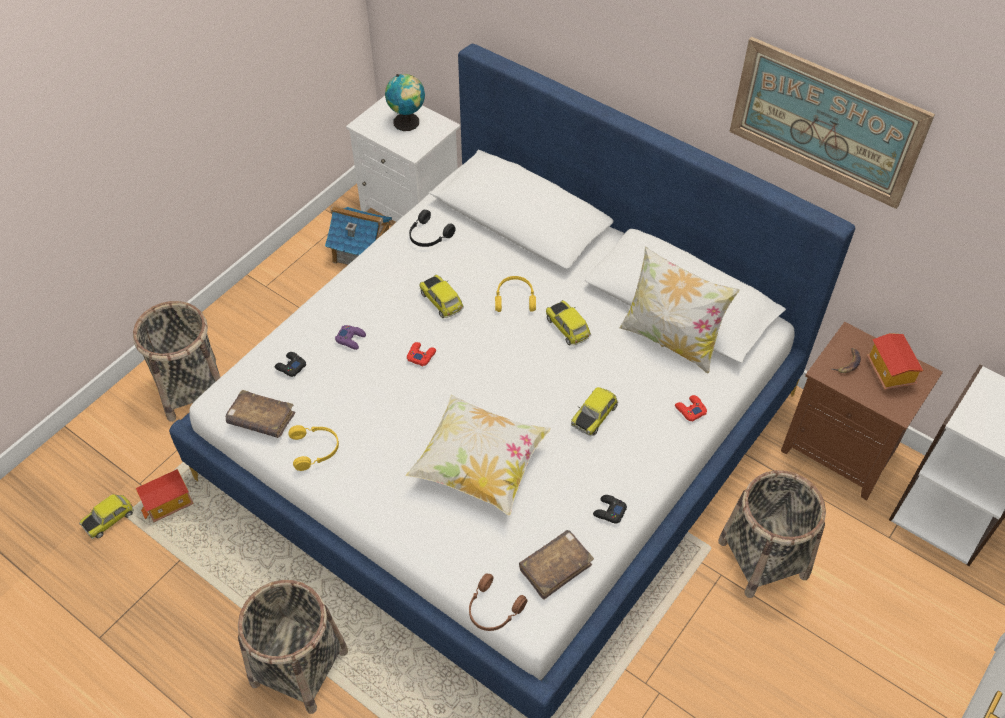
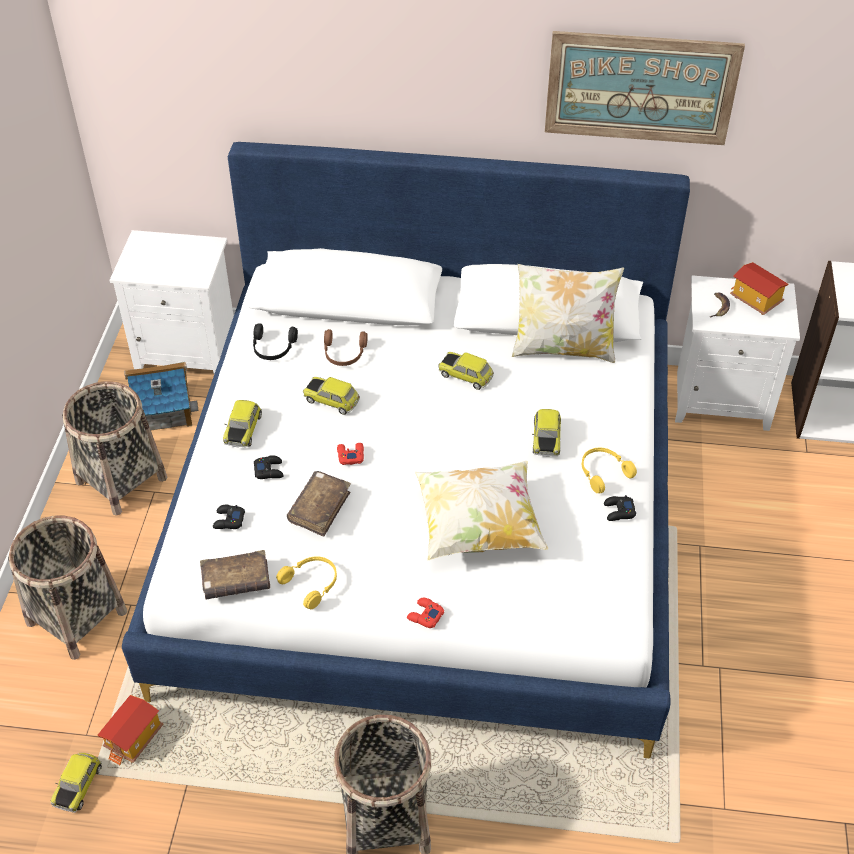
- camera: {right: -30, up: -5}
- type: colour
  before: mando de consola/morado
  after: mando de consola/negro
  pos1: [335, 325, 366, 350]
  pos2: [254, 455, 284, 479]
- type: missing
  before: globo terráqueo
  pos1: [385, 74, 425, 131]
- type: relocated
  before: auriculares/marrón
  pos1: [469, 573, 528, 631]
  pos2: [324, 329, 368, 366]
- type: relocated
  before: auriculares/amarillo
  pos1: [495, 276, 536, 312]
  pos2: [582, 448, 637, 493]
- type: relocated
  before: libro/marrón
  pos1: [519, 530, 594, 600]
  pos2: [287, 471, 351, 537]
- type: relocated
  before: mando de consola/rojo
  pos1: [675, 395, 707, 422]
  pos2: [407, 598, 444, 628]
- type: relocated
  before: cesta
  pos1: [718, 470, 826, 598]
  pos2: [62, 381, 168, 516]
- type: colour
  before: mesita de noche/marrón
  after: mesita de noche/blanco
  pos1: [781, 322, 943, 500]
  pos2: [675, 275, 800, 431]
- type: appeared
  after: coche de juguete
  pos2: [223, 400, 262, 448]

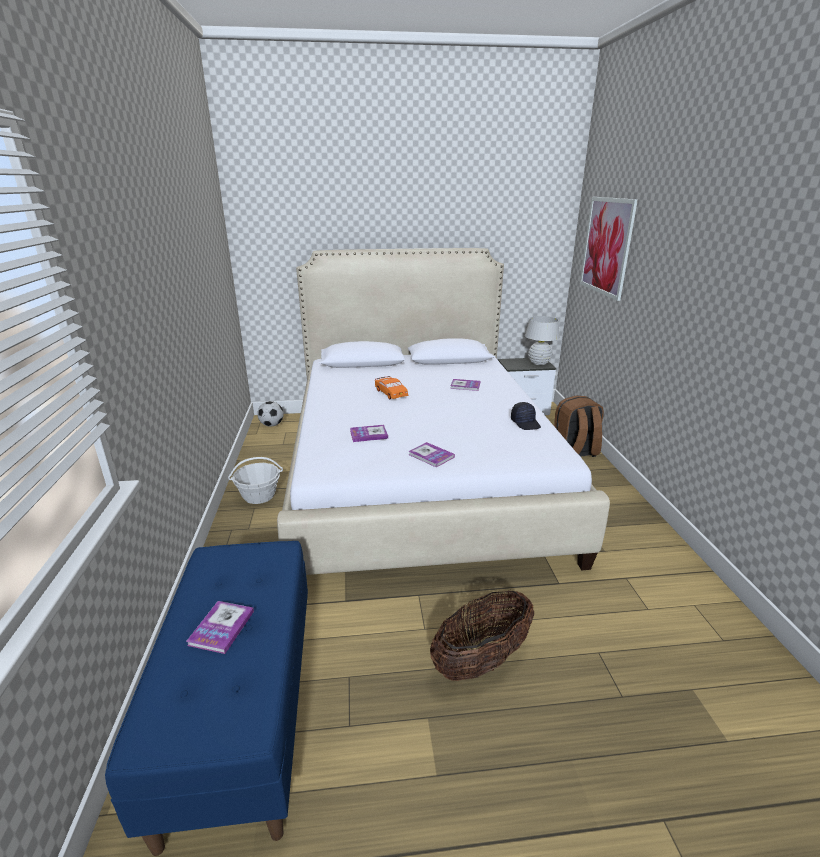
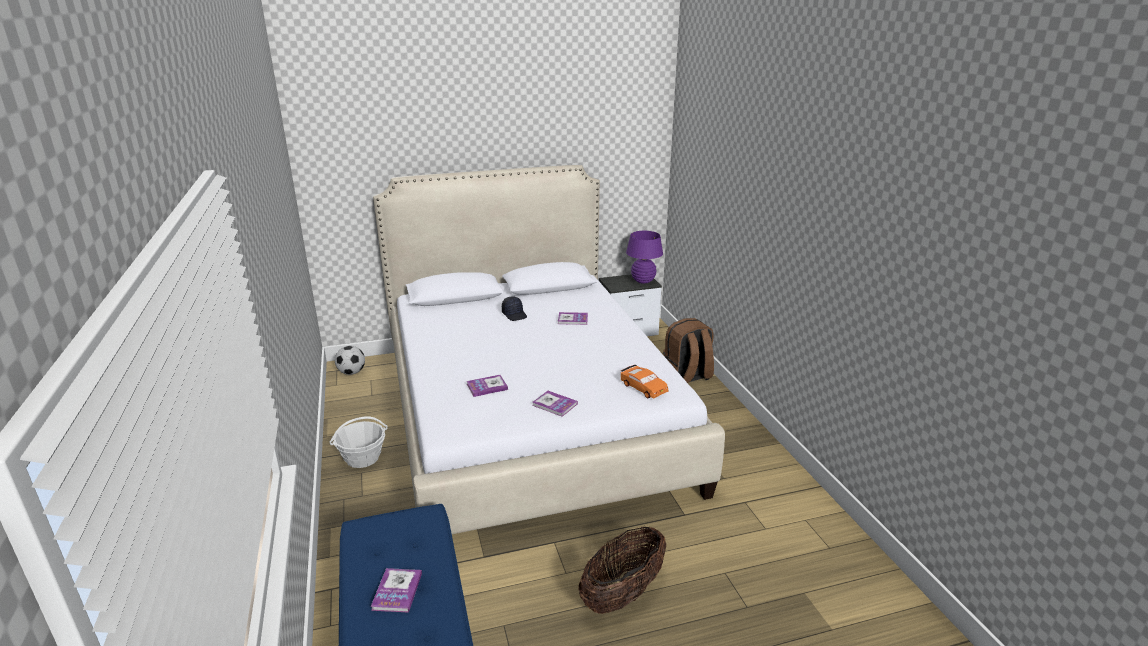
- camera: {right: -10, up: 0}
- type: relocated
  before: coche de juguete/naranja
  pos1: [375, 376, 408, 399]
  pos2: [621, 365, 669, 398]
- type: relocated
  before: gorra/negro
  pos1: [511, 402, 541, 430]
  pos2: [502, 296, 527, 321]
- type: colour
  before: lámpara de mesa/blanco
  after: lámpara de mesa/morado
  pos1: [525, 316, 560, 365]
  pos2: [626, 231, 663, 283]
- type: missing
  before: cuadro
  pos1: [580, 197, 638, 301]

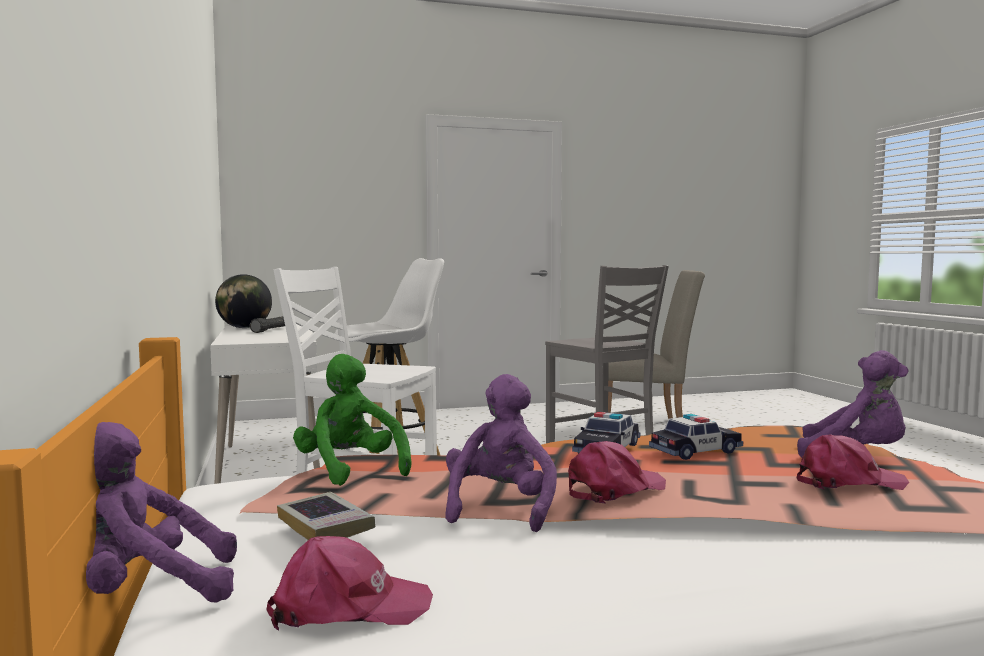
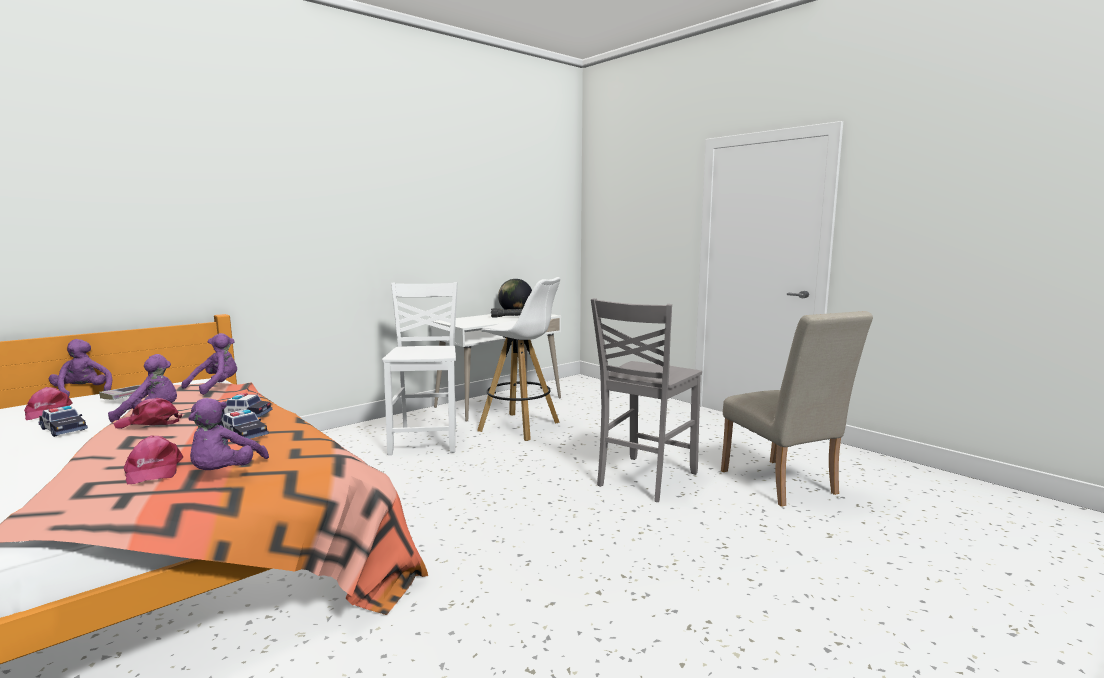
- camera: {right: 65, up: 5}
- type: colour
  before: peluche/verde
  after: peluche/morado
  pos1: [293, 354, 412, 486]
  pos2: [181, 333, 237, 395]
- type: spun
  before: gorra/rosa
  pos1: [568, 441, 666, 504]
  pos2: [114, 398, 182, 429]
  turn: 150
- type: appeared
  after: coche de juguete
  pos2: [38, 405, 88, 437]

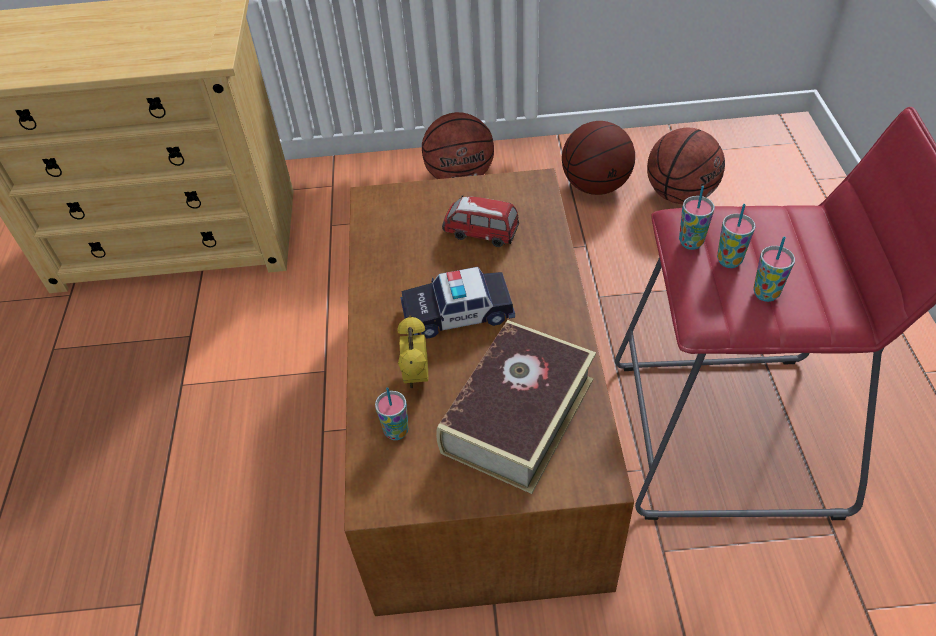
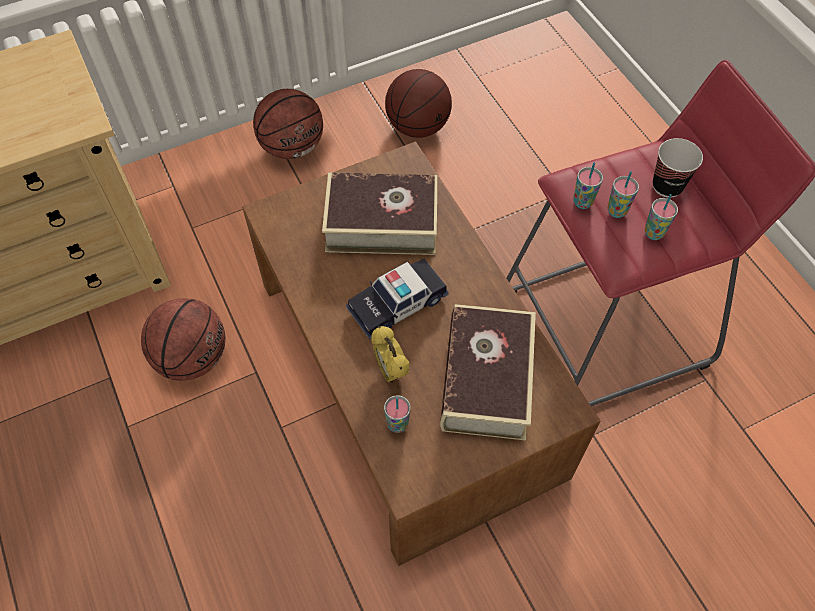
- camera: {right: -25, up: 10}
- type: exchanged
  before: coche de juguete
  after: libro
  pos1: [442, 195, 519, 247]
  pos2: [322, 172, 438, 255]
- type: relocated
  before: balón de baloncesto
  pos1: [647, 128, 725, 204]
  pos2: [141, 298, 226, 381]
- type: appeared
  after: taza
  pos2: [653, 138, 703, 198]

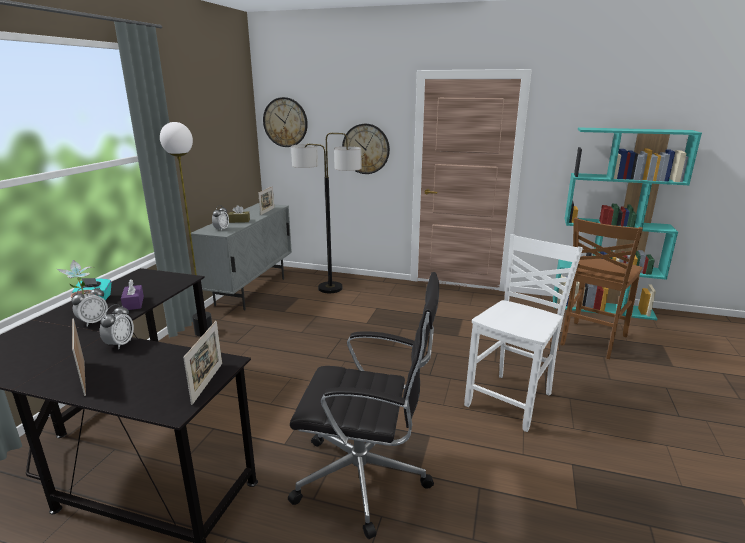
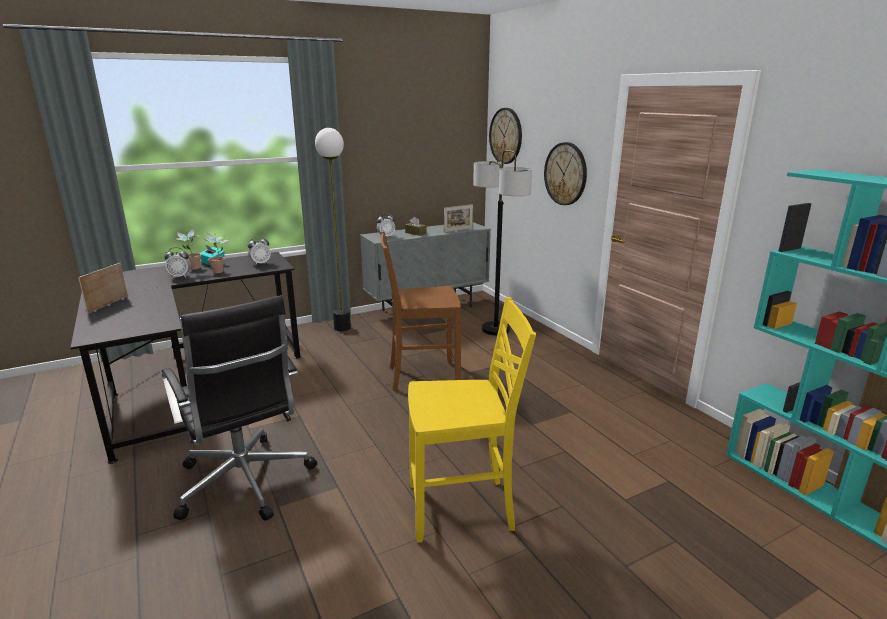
- camera: {right: 45, up: 0}
- type: relocated
  before: despertador
  pos1: [100, 304, 134, 349]
  pos2: [248, 236, 271, 265]
- type: exchanged
  before: caja de pañuelos/morado
  after: planta en maceta
  pos1: [121, 279, 144, 310]
  pos2: [203, 232, 229, 274]
- type: missing
  before: portarretratos
  pos1: [183, 321, 222, 405]
- type: colour
  before: silla/blanco
  after: silla/amarillo
  pos1: [464, 234, 583, 432]
  pos2: [408, 297, 536, 543]
- type: relocated
  before: silla/marrón
  pos1: [560, 218, 643, 359]
  pos2: [380, 232, 461, 391]

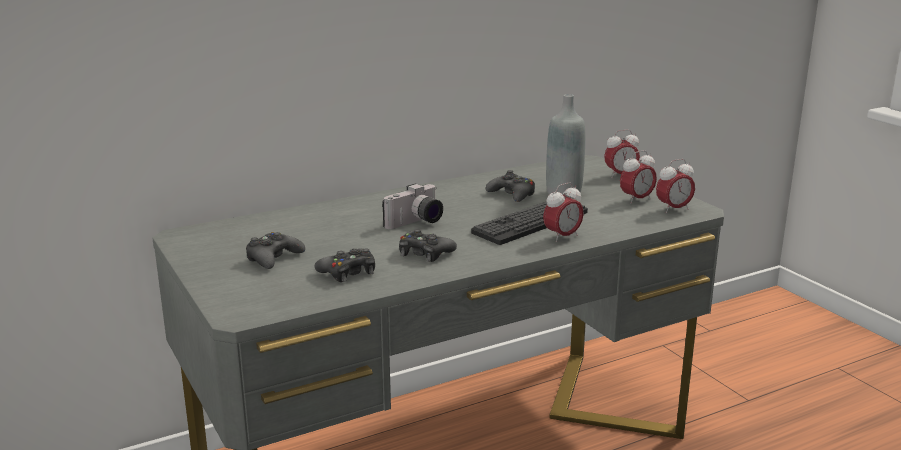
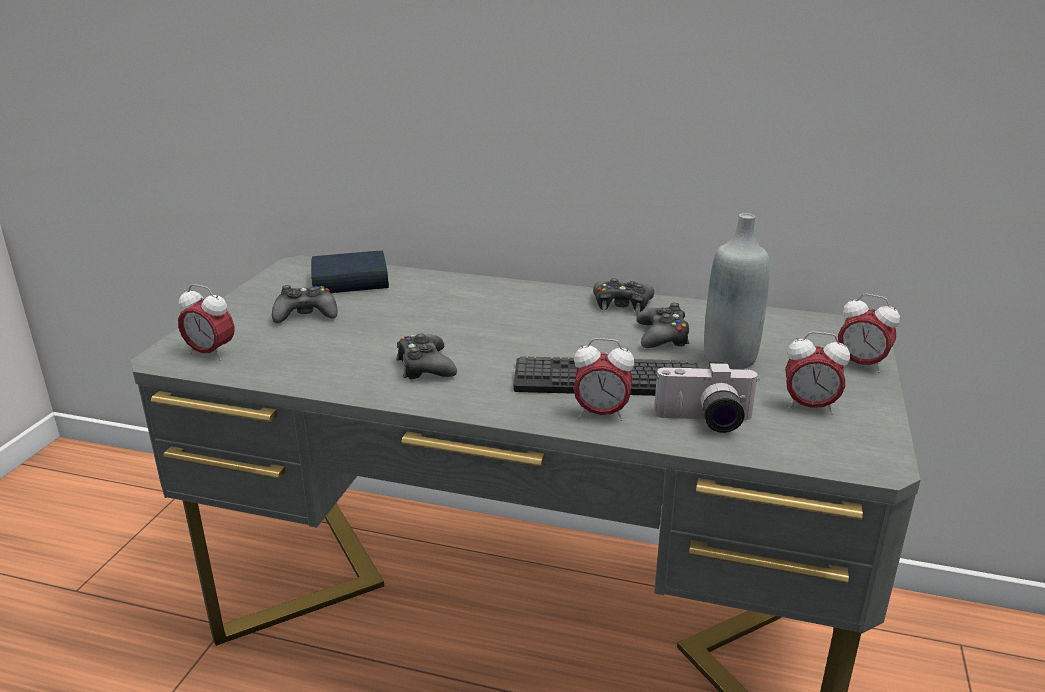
- camera: {right: 45, up: 5}
- type: relocated
  before: mando de consola/negro
  pos1: [315, 248, 375, 282]
  pos2: [593, 278, 654, 313]
- type: relocated
  before: cámara
  pos1: [382, 183, 443, 229]
  pos2: [654, 362, 760, 433]
- type: relocated
  before: despertador
  pos1: [656, 159, 695, 213]
  pos2: [178, 284, 234, 361]
- type: appeared
  after: libro
  pos2: [311, 250, 389, 293]

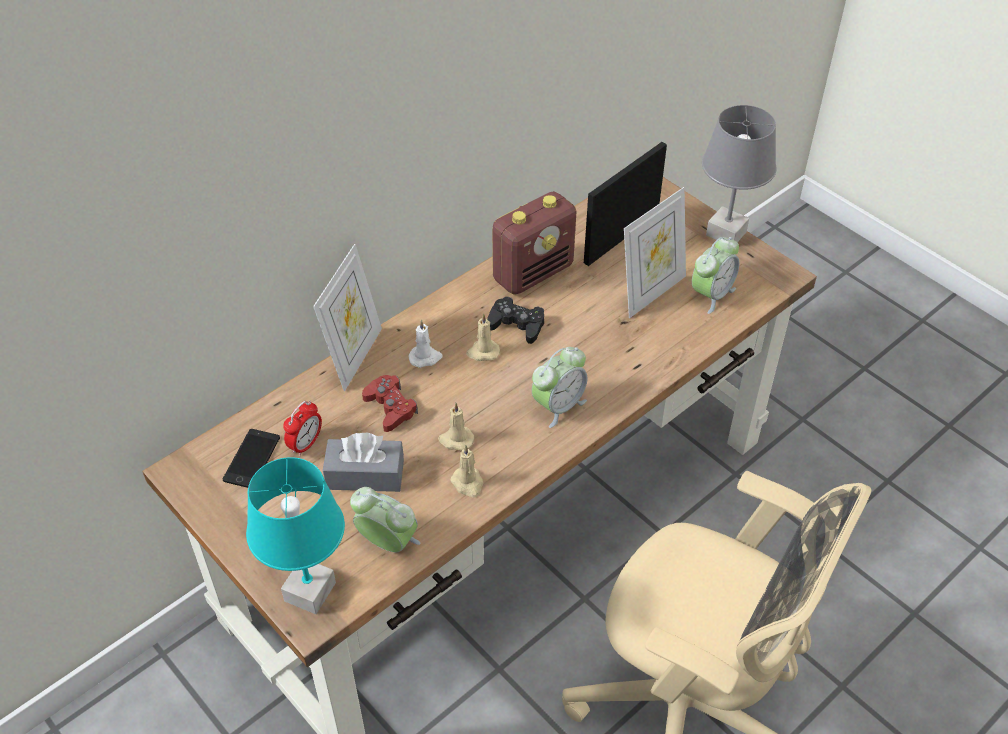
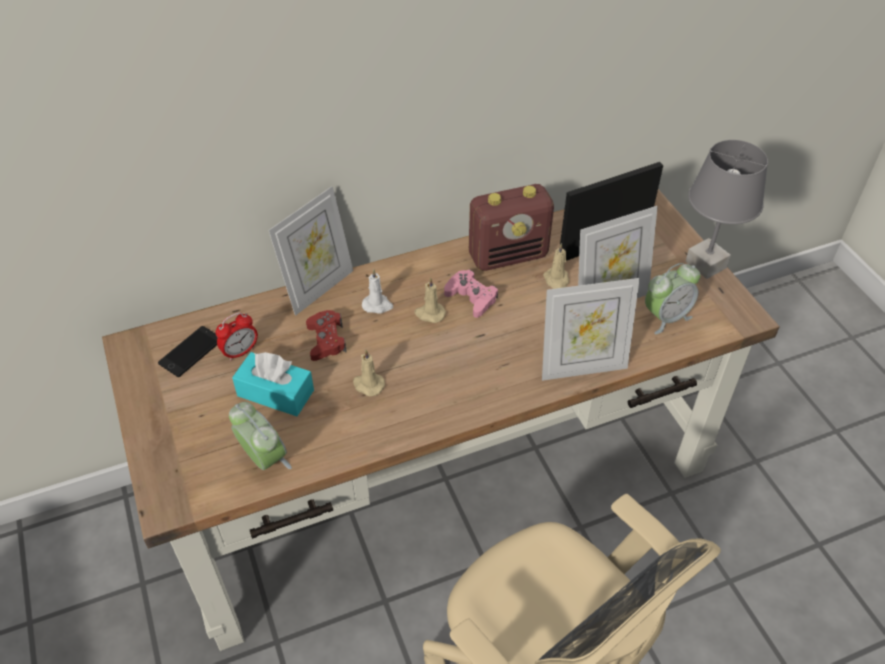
- camera: {right: 20, up: 0}
- type: missing
  before: lámpara de mesa/turquesa
  pos1: [246, 457, 345, 614]
- type: colour
  before: caja de pañuelos/gris
  after: caja de pañuelos/turquesa
  pos1: [323, 433, 404, 492]
  pos2: [232, 352, 314, 416]
- type: relocated
  before: vela/beis
  pos1: [450, 446, 483, 497]
  pos2: [543, 243, 569, 289]
- type: colour
  before: mando de consola/negro
  after: mando de consola/rosa
  pos1: [487, 296, 544, 344]
  pos2: [444, 270, 498, 318]
- type: missing
  before: despertador
  pos1: [532, 347, 587, 428]
- type: appeared
  after: portarretratos
  pos2: [542, 278, 640, 381]

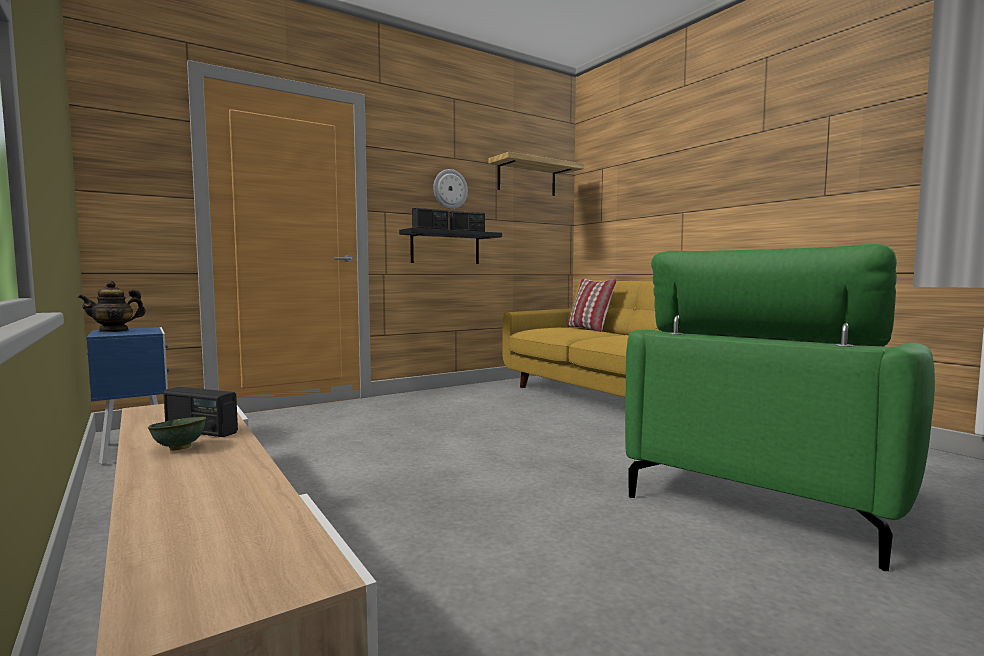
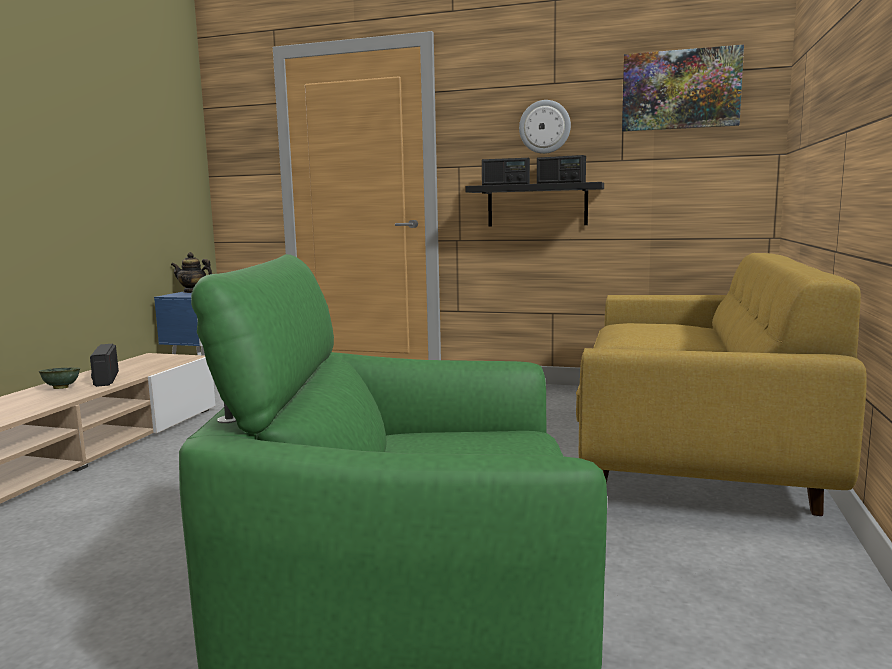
- camera: {right: 50, up: 5}
- type: exchanged
  before: estante
  after: cuadro
  pos1: [488, 152, 584, 196]
  pos2: [622, 45, 744, 132]
- type: missing
  before: cojín
  pos1: [567, 278, 617, 332]

